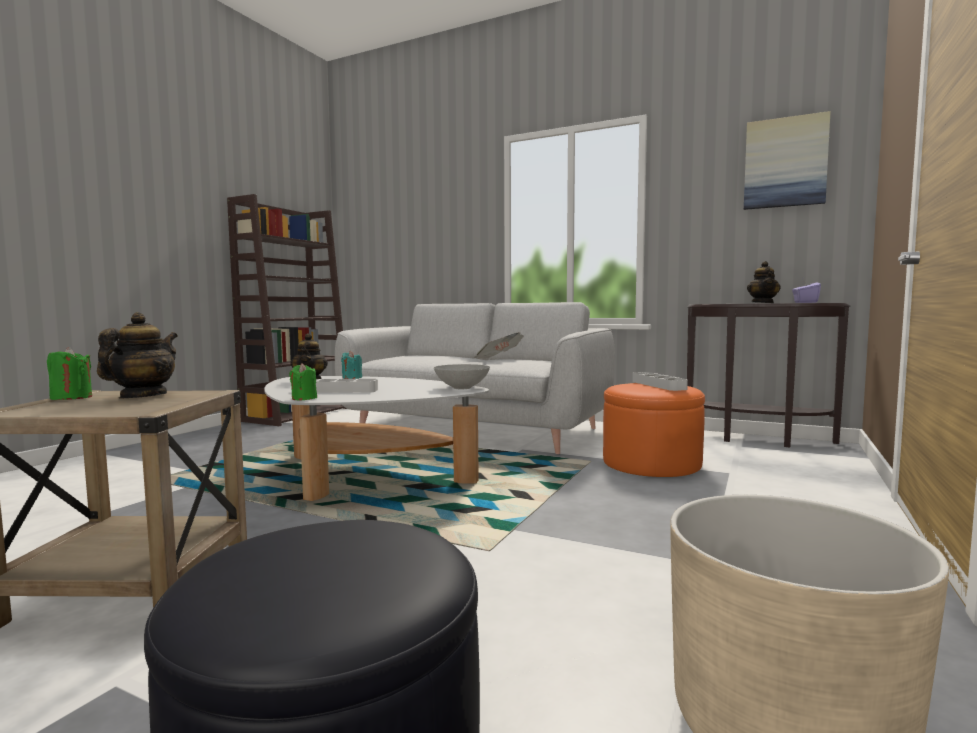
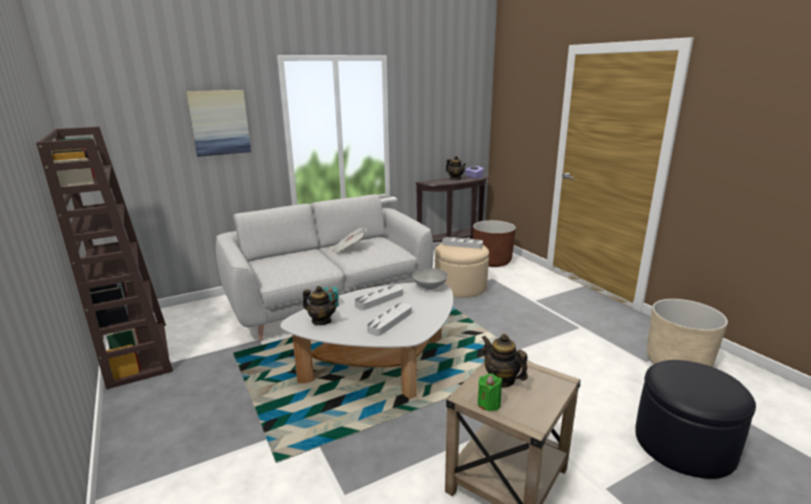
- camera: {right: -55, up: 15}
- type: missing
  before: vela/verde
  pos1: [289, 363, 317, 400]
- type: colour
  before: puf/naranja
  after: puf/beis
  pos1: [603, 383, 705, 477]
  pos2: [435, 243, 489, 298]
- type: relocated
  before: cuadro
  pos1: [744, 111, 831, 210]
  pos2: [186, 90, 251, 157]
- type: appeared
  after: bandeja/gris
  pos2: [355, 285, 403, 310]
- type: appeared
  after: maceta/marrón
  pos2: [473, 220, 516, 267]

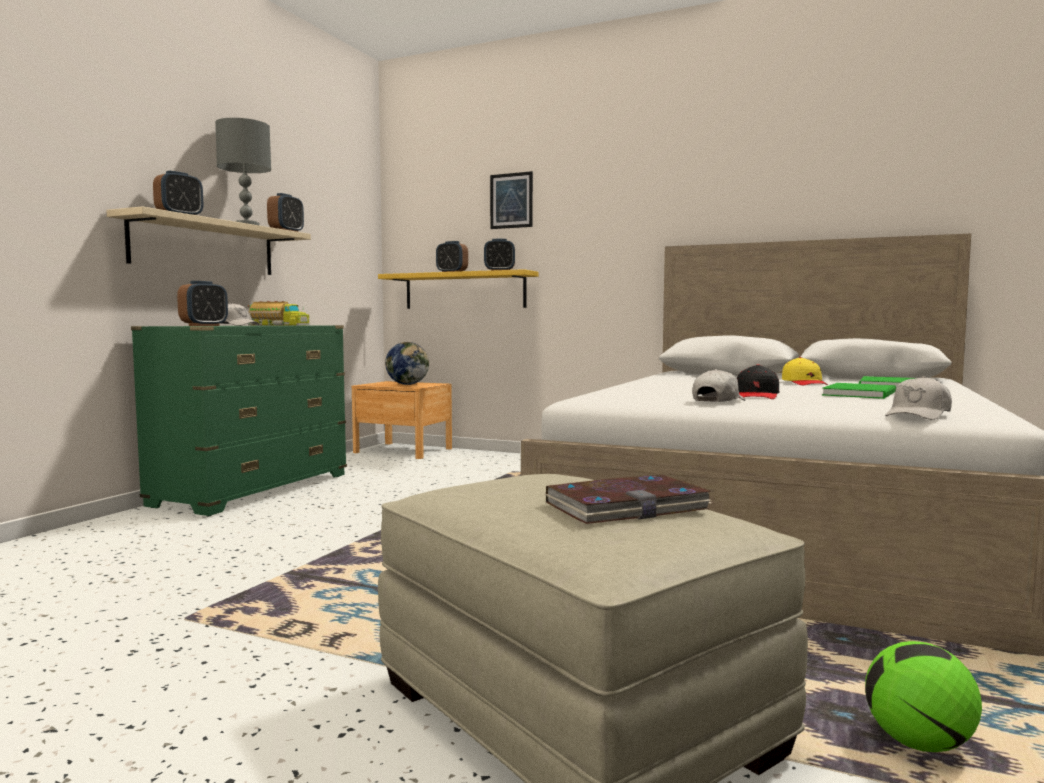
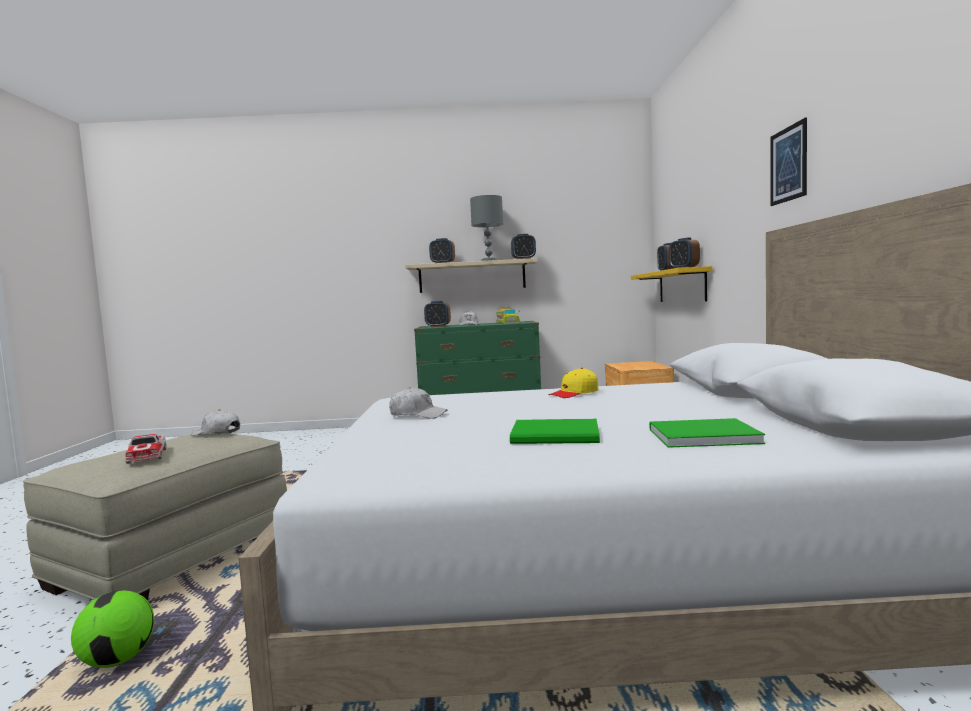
- camera: {right: 65, up: 0}
- type: missing
  before: globo terráqueo
  pos1: [385, 342, 429, 385]
- type: relocated
  before: cuadro
  pos1: [490, 171, 533, 229]
  pos2: [770, 118, 807, 206]
- type: exchanged
  before: libro
  after: coche de juguete
  pos1: [544, 475, 712, 524]
  pos2: [125, 434, 166, 464]
- type: missing
  before: gorra/negro
  pos1: [737, 364, 779, 399]
- type: relocated
  before: gorra/amarillo
  pos1: [782, 357, 828, 385]
  pos2: [548, 368, 599, 398]
- type: relocated
  before: gorra/blanco
  pos1: [885, 376, 952, 420]
  pos2: [191, 409, 240, 436]

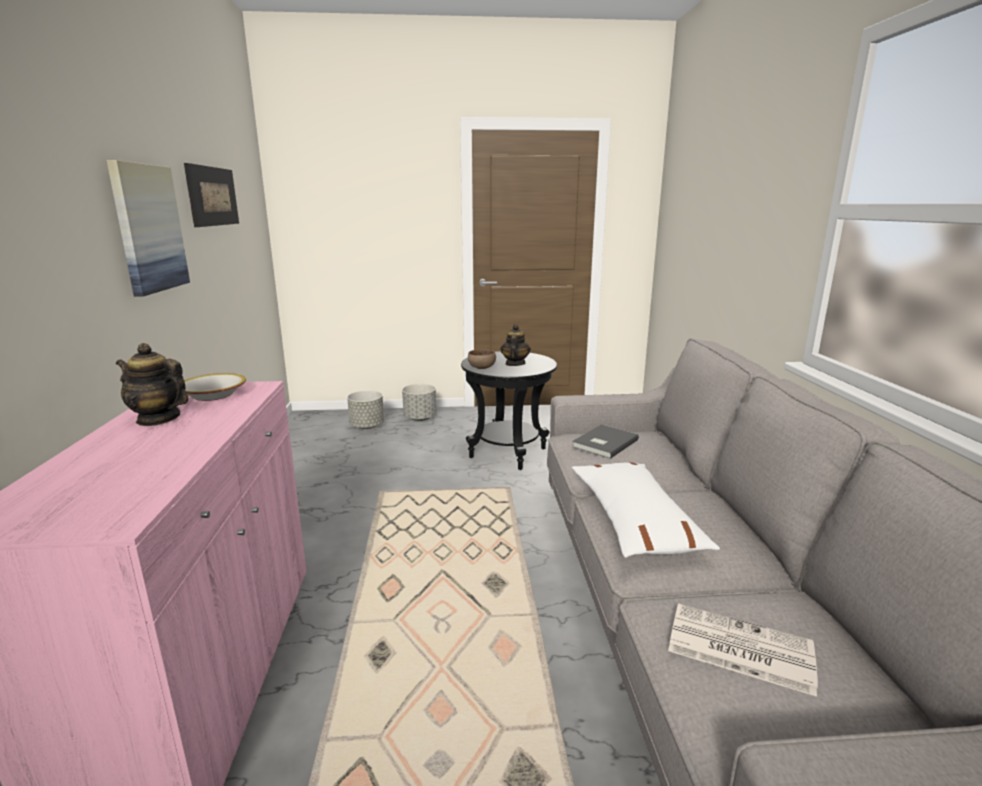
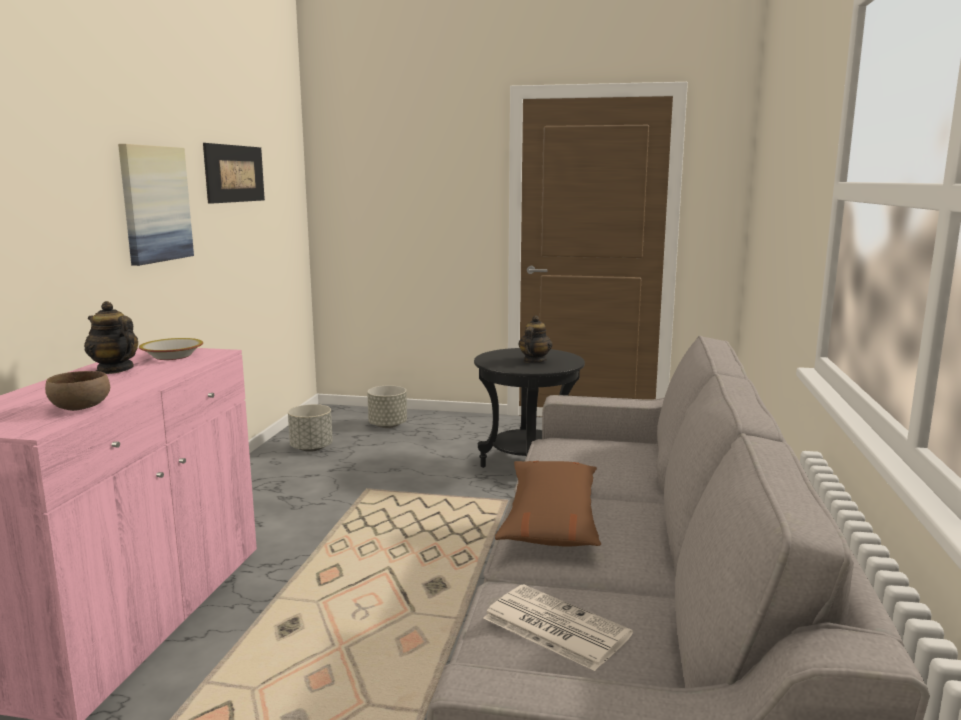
- camera: {right: 15, up: -5}
- type: relocated
  before: maceta/gris
  pos1: [402, 384, 436, 421]
  pos2: [288, 404, 333, 452]
- type: relocated
  before: cuenco/marrón
  pos1: [468, 349, 496, 369]
  pos2: [45, 371, 110, 411]
- type: missing
  before: libro/gris
  pos1: [572, 425, 639, 459]
- type: colour
  before: cojín/blanco
  after: cojín/marrón
  pos1: [572, 462, 720, 558]
  pos2: [495, 461, 601, 546]

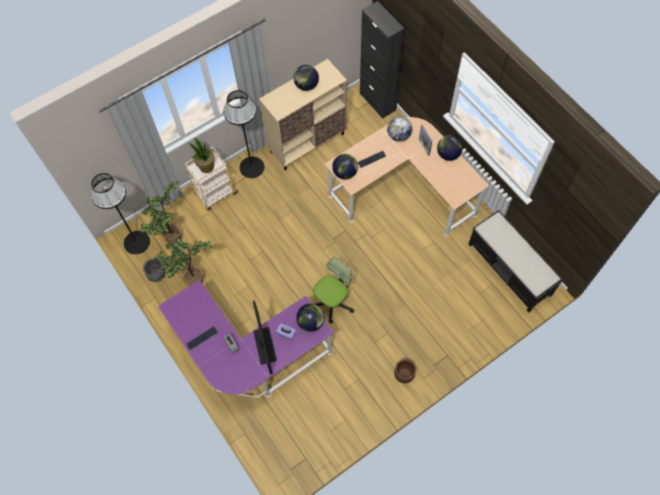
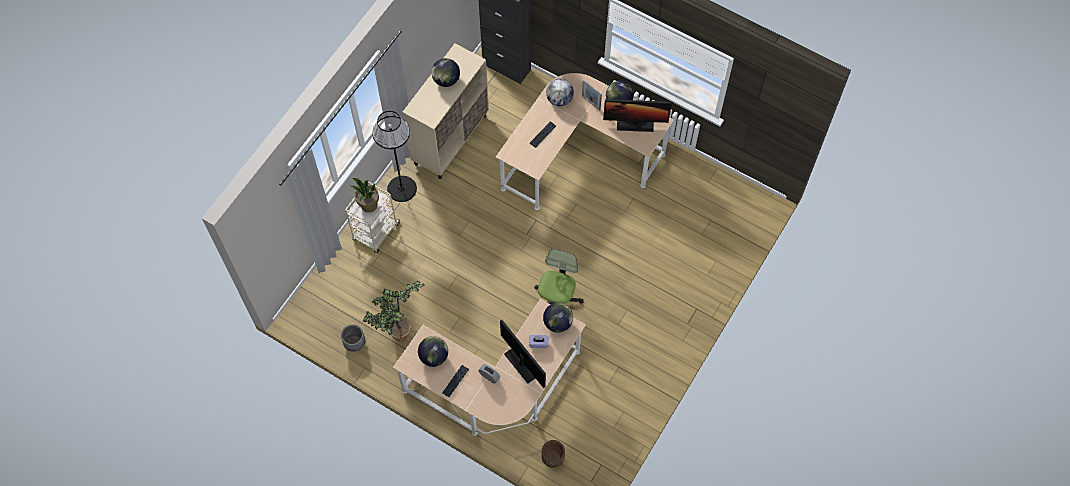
- camera: {right: -25, up: 0}
- type: missing
  before: lámpara de pie/negro
  pos1: [91, 173, 150, 254]
- type: missing
  before: planta en maceta
  pos1: [141, 181, 182, 243]
- type: colour
  before: escritorio/morado
  after: escritorio/beis
  pos1: [158, 280, 334, 398]
  pos2: [393, 299, 586, 436]
- type: relocated
  before: globo terráqueo
  pos1: [332, 154, 358, 180]
  pos2: [418, 336, 448, 367]
- type: relocated
  before: maceta/marrón
  pos1: [394, 359, 416, 383]
  pos2: [541, 440, 565, 468]
- type: missing
  before: banco/negro
  pos1: [468, 210, 563, 312]
- type: appeared
  after: monitor
  pos2: [603, 99, 672, 132]

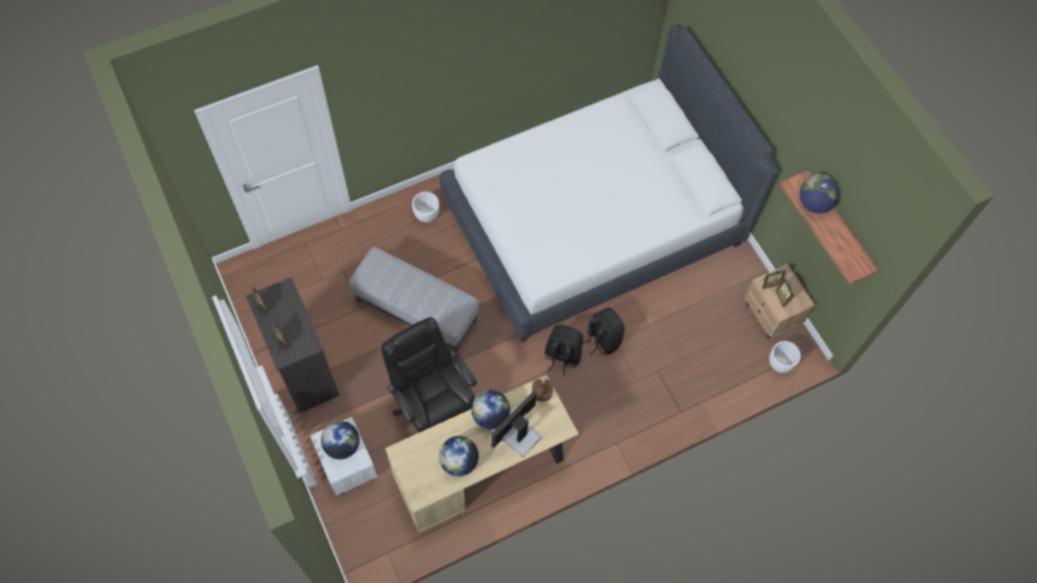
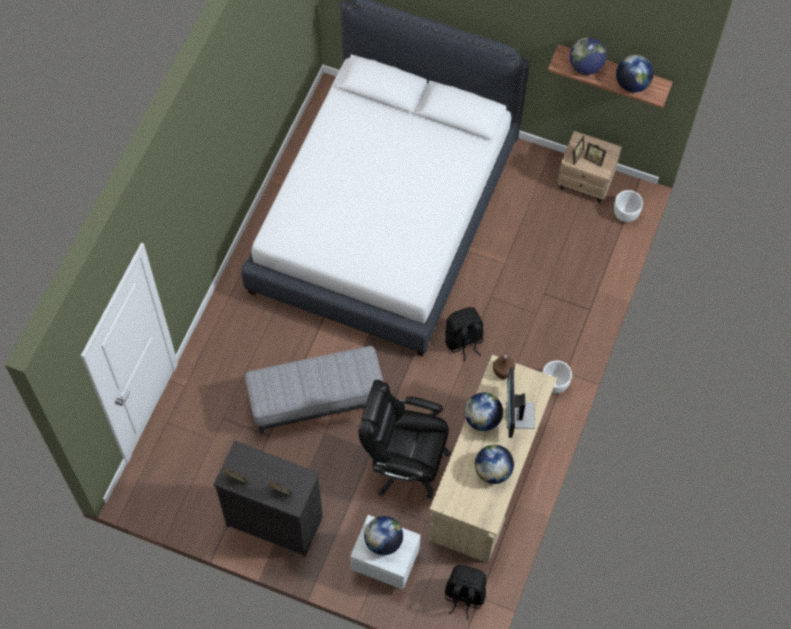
- camera: {right: -40, up: 0}
- type: relocated
  before: maceta/blanco
  pos1: [412, 192, 439, 222]
  pos2: [542, 360, 572, 394]
- type: relocated
  before: mochila/negro
  pos1: [583, 307, 625, 356]
  pos2: [445, 565, 487, 619]
- type: appeared
  after: globo terráqueo
  pos2: [616, 55, 654, 92]

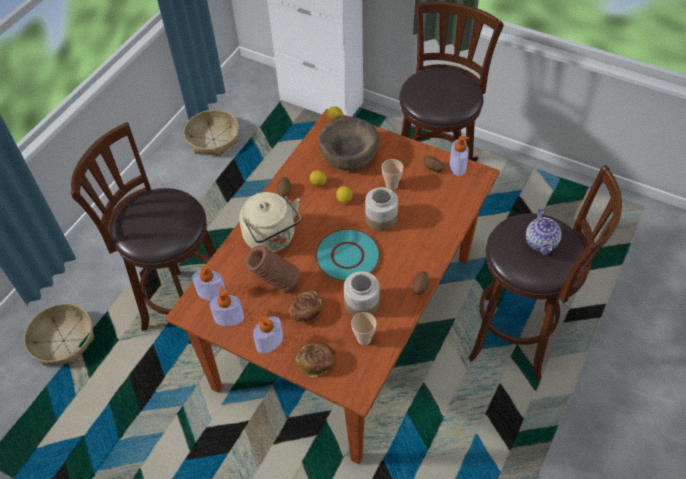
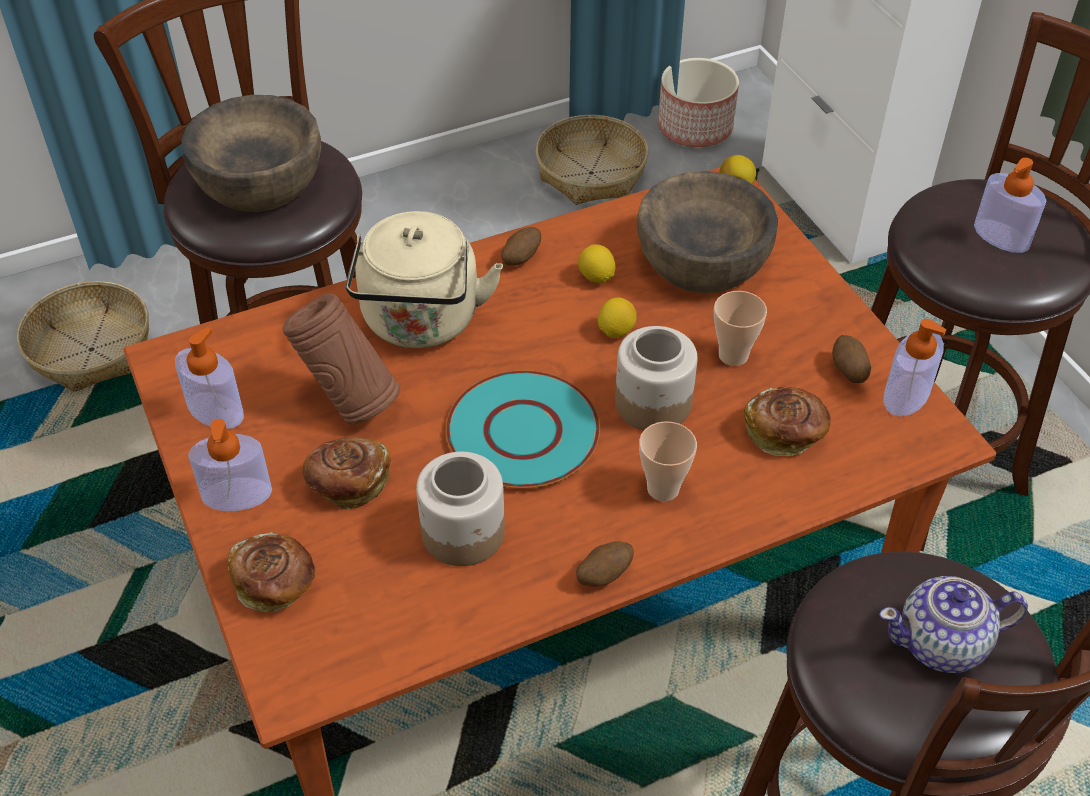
- camera: {right: 35, up: -5}
- type: relocated
  before: dispensador de jabón
  pos1: [192, 265, 226, 301]
  pos2: [974, 158, 1046, 253]
- type: relocated
  before: taza
  pos1: [351, 312, 377, 345]
  pos2: [639, 421, 697, 501]
- type: spun
  before: tetera
  pos1: [526, 208, 562, 255]
  pos2: [879, 576, 1028, 673]
  turn: 45
- type: appeared
  after: cuenco/marrón
  pos2: [181, 95, 321, 212]
- type: appeared
  after: maceta
  pos2: [658, 58, 739, 147]
- type: appeared
  after: pan
  pos2: [744, 387, 831, 456]

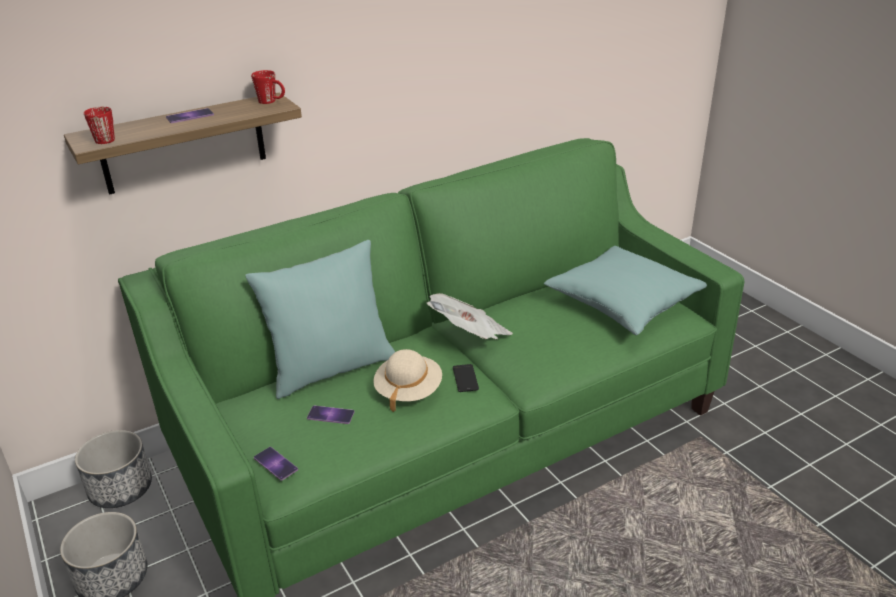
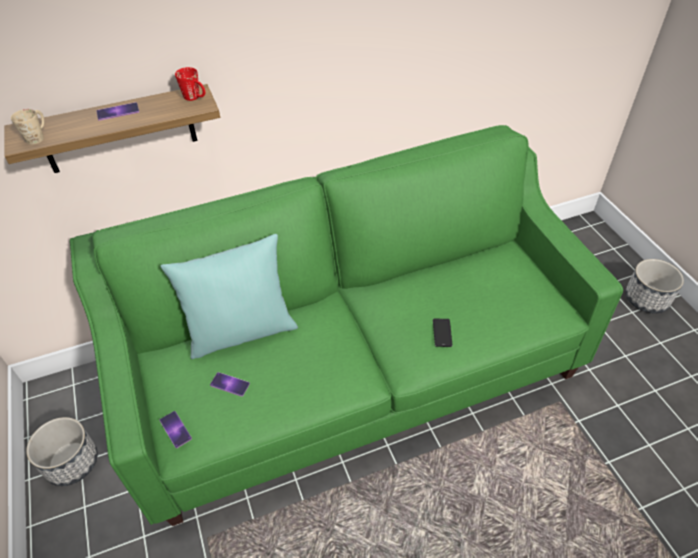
- camera: {right: 10, up: 15}
- type: relocated
  before: maceta
  pos1: [75, 430, 152, 508]
  pos2: [625, 259, 684, 313]
- type: colour
  before: taza grande/rojo
  after: taza grande/beis
  pos1: [84, 107, 115, 144]
  pos2: [11, 109, 44, 145]
- type: missing
  before: sombrero/beis
  pos1: [373, 349, 442, 412]
- type: missing
  before: periódico
  pos1: [427, 293, 513, 339]
- type: relocated
  before: móvil
  pos1: [453, 364, 479, 392]
  pos2: [433, 319, 452, 347]
- type: missing
  before: cojín/turquesa
  pos1: [544, 246, 707, 335]

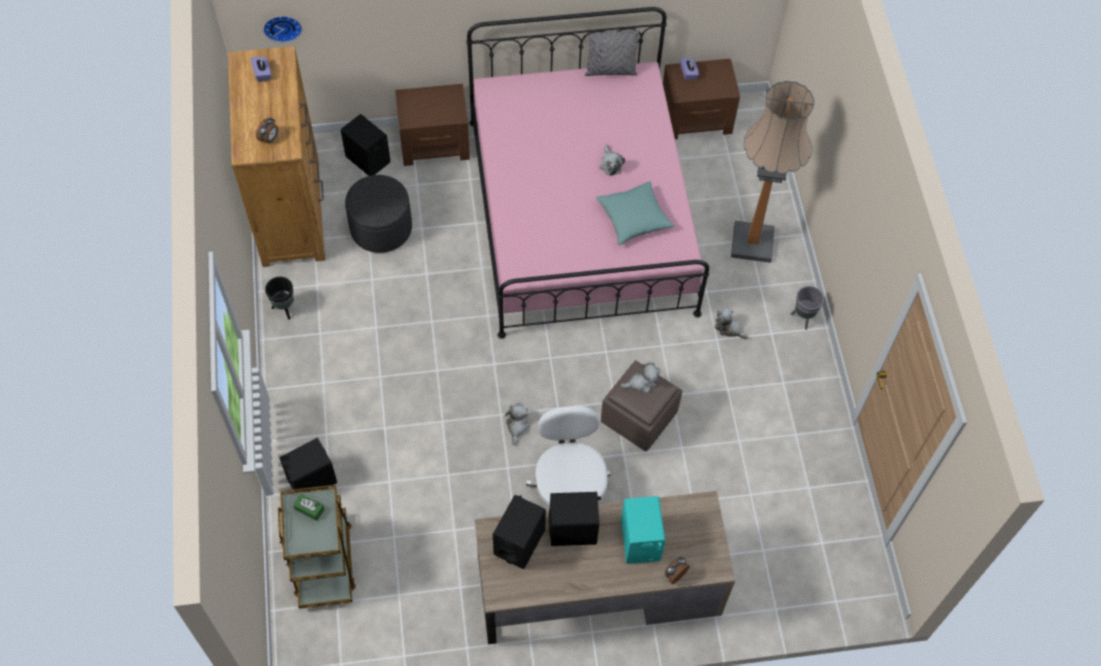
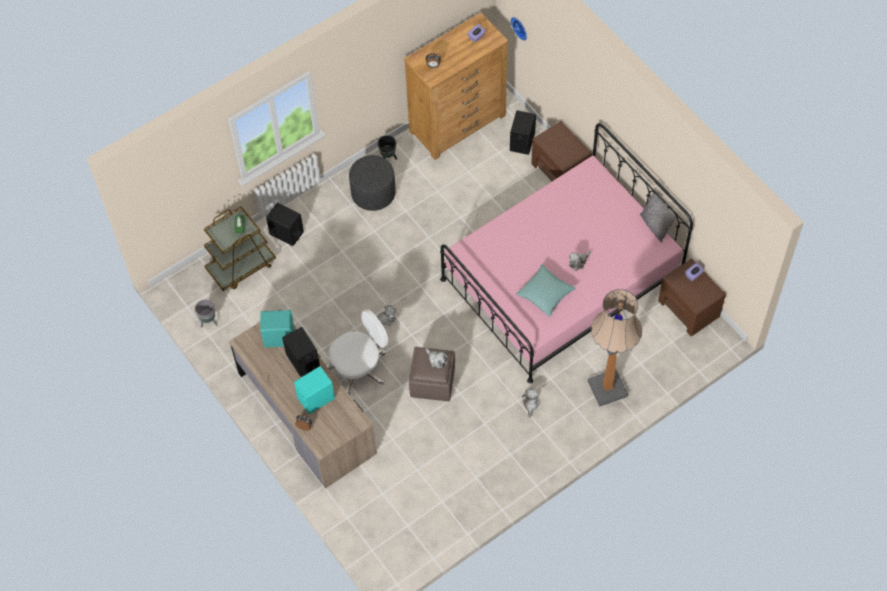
- camera: {right: 65, up: 0}
- type: relocated
  before: puf/gris
  pos1: [345, 175, 412, 253]
  pos2: [349, 155, 396, 211]
- type: colour
  before: altavoz/negro
  after: altavoz/turquesa
  pos1: [493, 495, 546, 569]
  pos2: [260, 310, 294, 348]
- type: relocated
  before: maceta/gris
  pos1: [791, 286, 824, 330]
  pos2: [195, 300, 217, 328]

